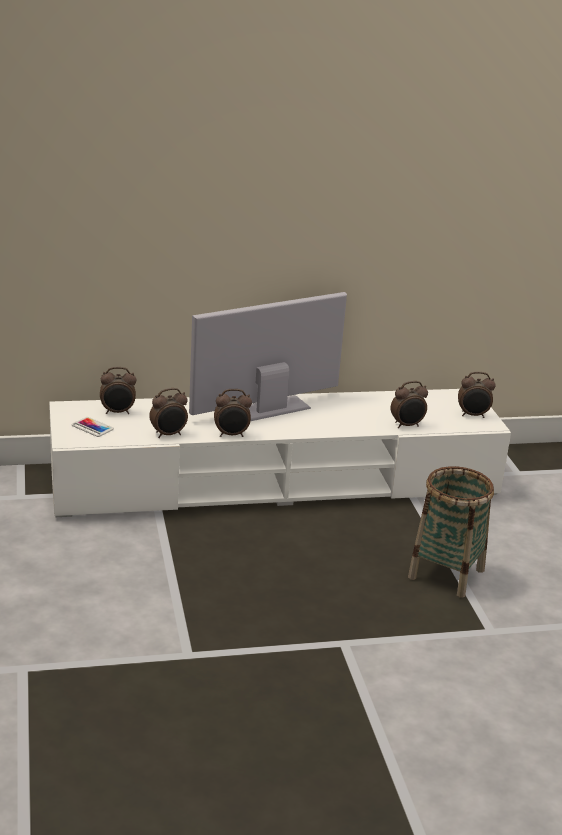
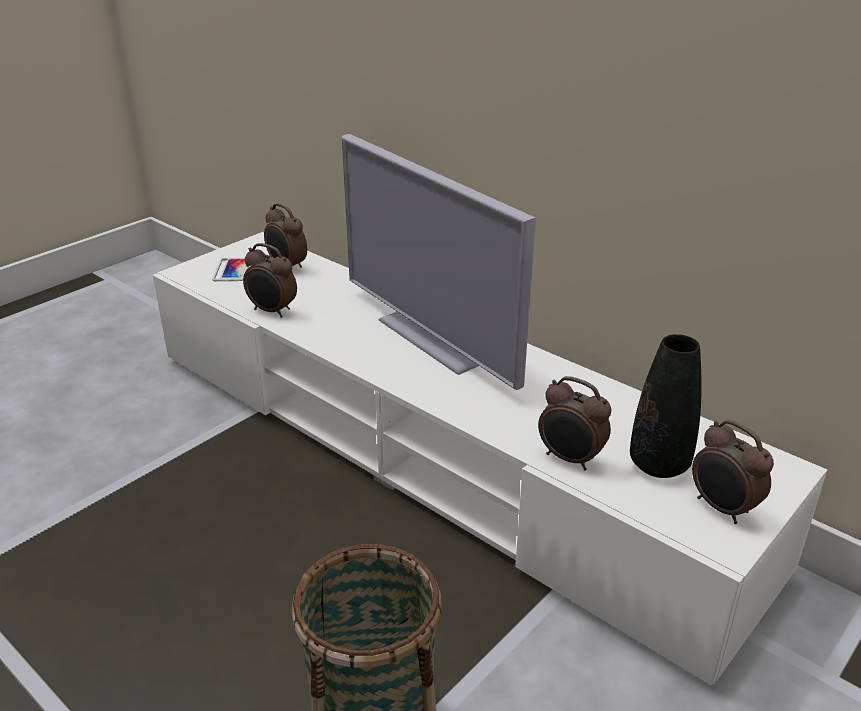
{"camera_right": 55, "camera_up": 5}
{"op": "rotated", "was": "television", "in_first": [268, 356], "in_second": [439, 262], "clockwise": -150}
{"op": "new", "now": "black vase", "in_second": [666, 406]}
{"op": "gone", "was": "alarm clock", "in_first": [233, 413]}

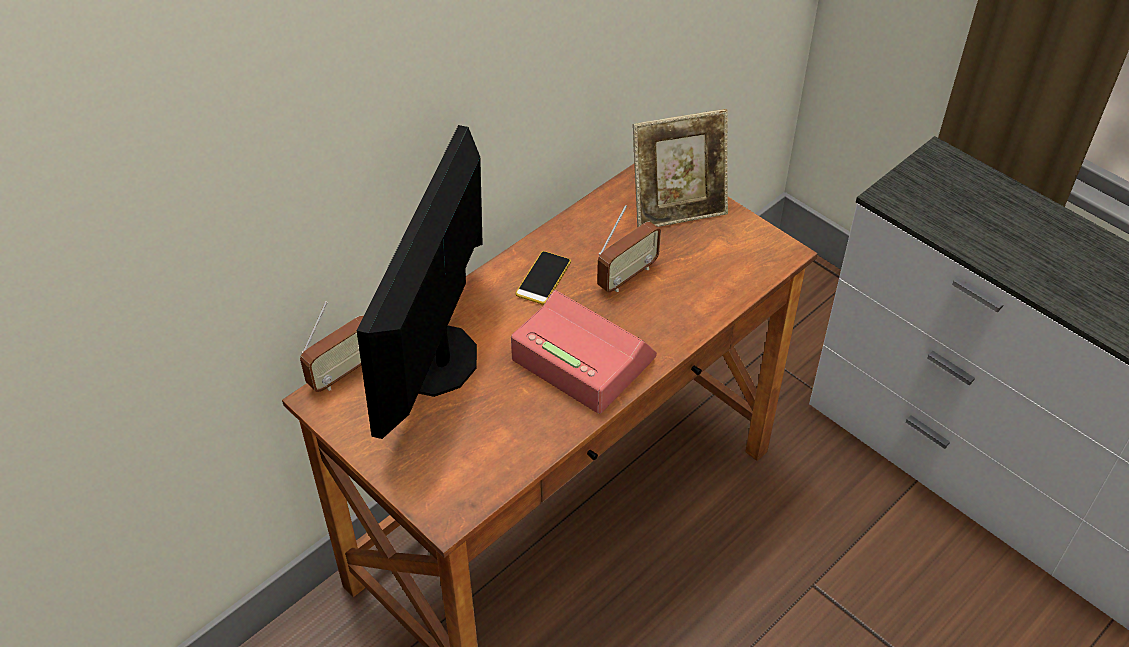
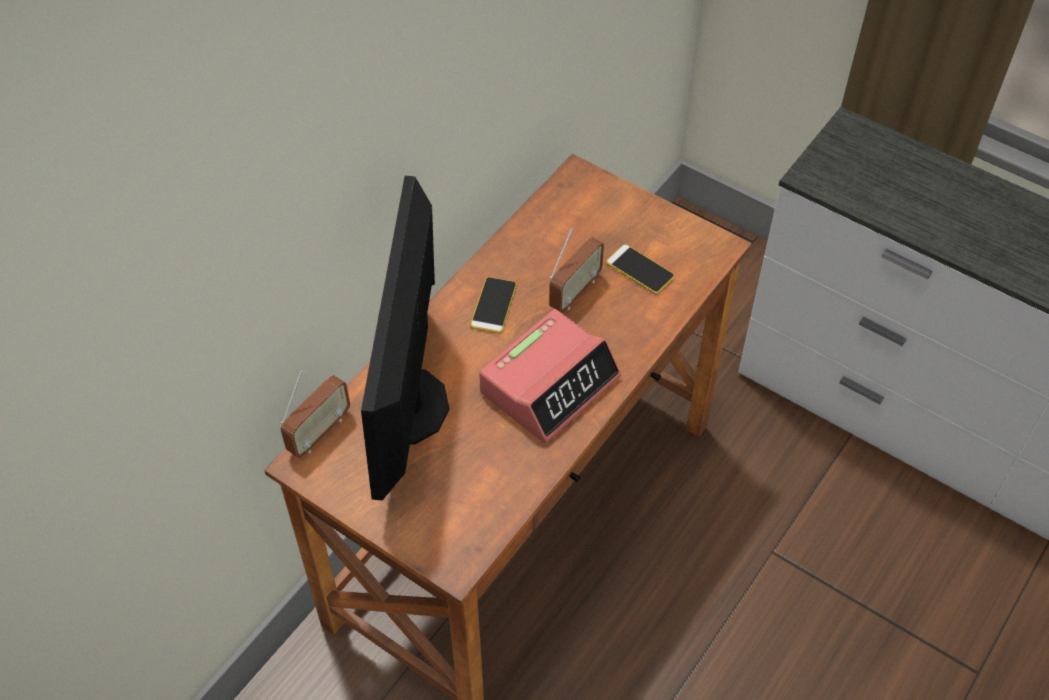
{"camera_right": -10, "camera_up": 5}
{"op": "rotated", "was": "alarm clock", "in_first": [584, 351], "in_second": [550, 376], "clockwise": 105}
{"op": "new", "now": "telephone", "in_second": [640, 269]}
{"op": "gone", "was": "photo frame", "in_first": [680, 168]}

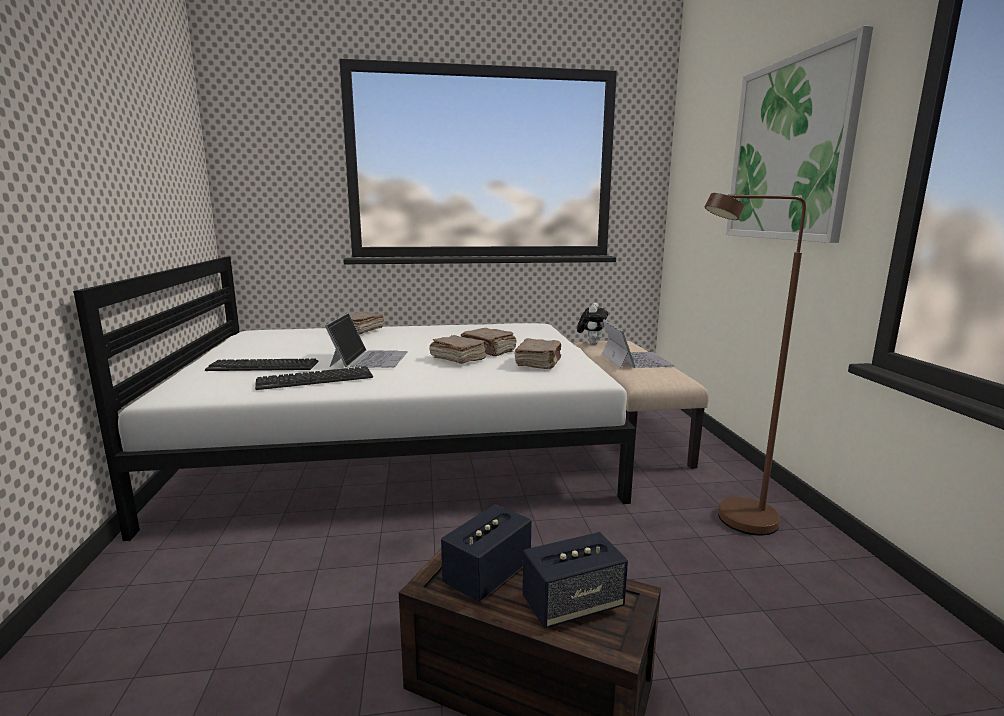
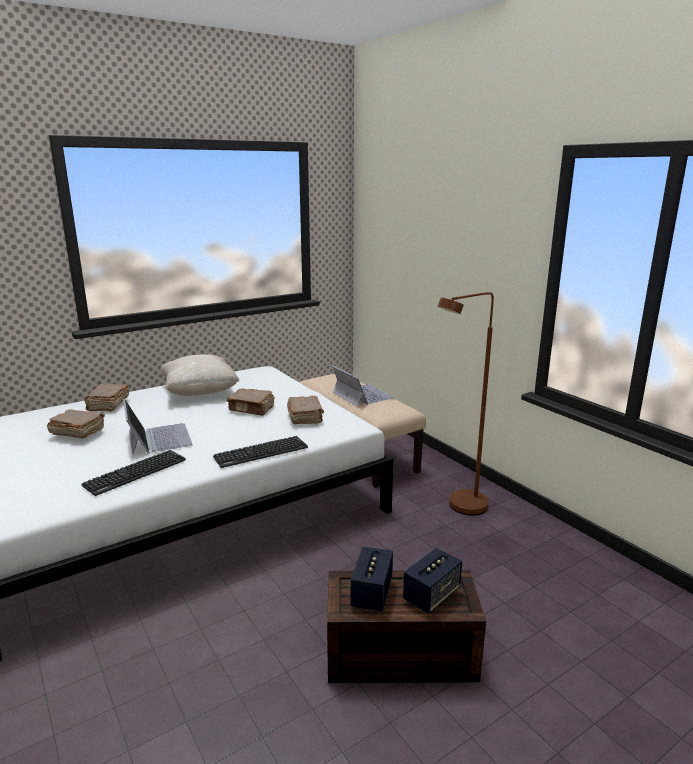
{"camera_right": -25, "camera_up": 5}
{"op": "shifted", "was": "brown-coloured bound book", "in_first": [458, 349], "in_second": [76, 424]}
{"op": "new", "now": "sand-coloured pillow", "in_second": [200, 375]}
{"op": "shifted", "was": "computer keyboard", "in_first": [262, 365], "in_second": [260, 452]}
{"op": "gone", "was": "cuddly toy", "in_first": [592, 324]}
{"op": "gone", "was": "wall art", "in_first": [799, 134]}

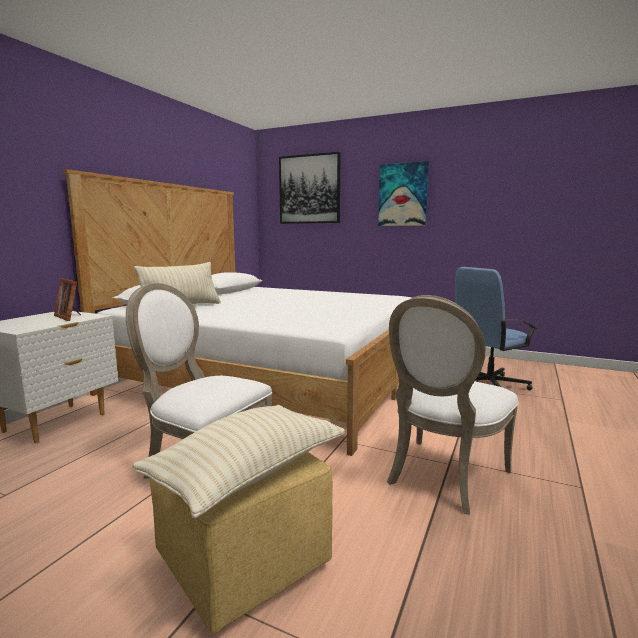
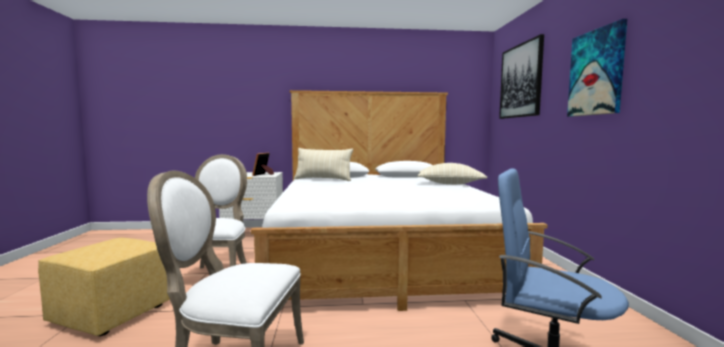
{"camera_right": 60, "camera_up": -5}
{"op": "shifted", "was": "sand-coloured pillow", "in_first": [238, 461], "in_second": [452, 173]}

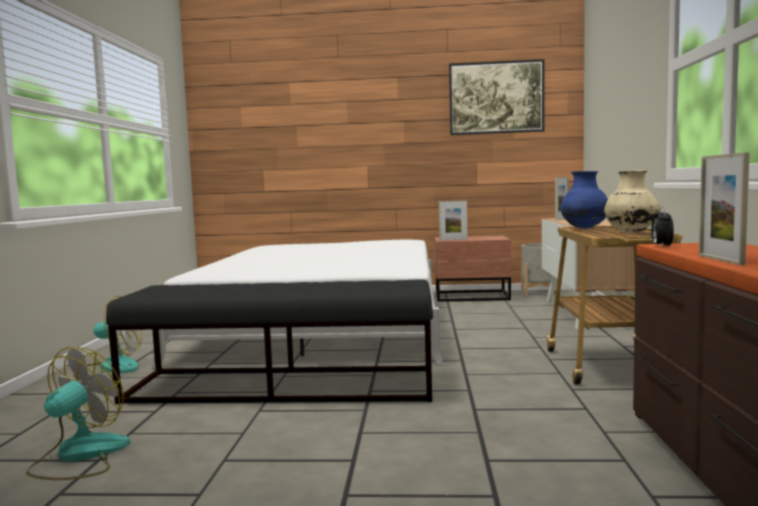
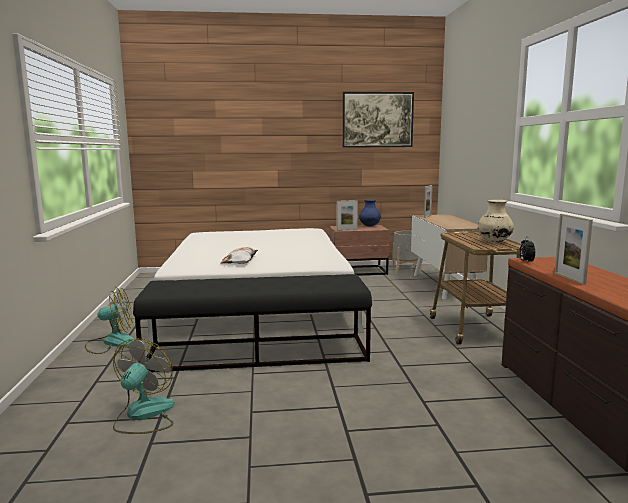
{"camera_right": -10, "camera_up": 5}
{"op": "new", "now": "pillow", "in_second": [239, 255]}
{"op": "shifted", "was": "blue vase", "in_first": [584, 200], "in_second": [370, 213]}

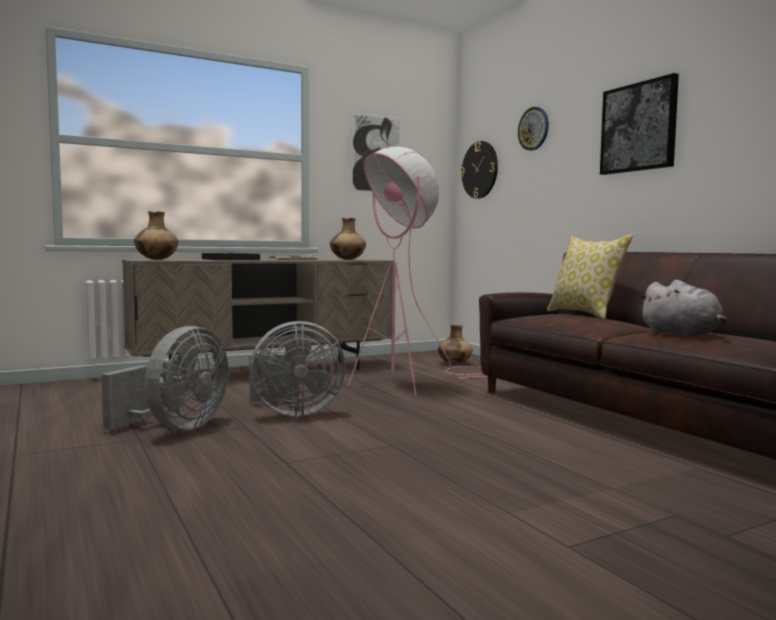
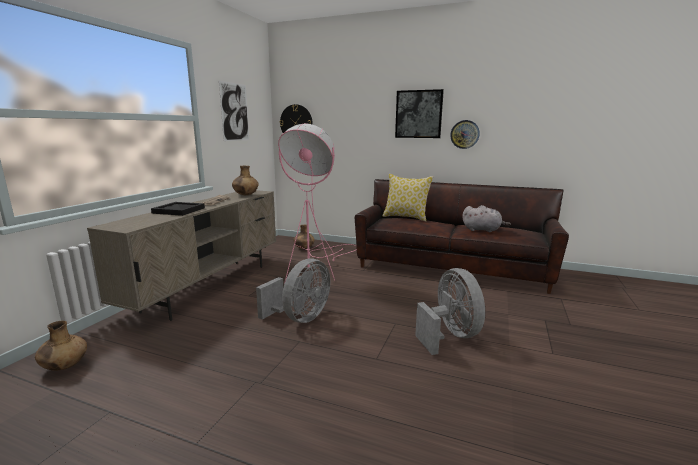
{"camera_right": -40, "camera_up": 10}
{"op": "shifted", "was": "brown-coloured vase", "in_first": [156, 235], "in_second": [61, 346]}
{"op": "shifted", "was": "gray electric fan", "in_first": [165, 378], "in_second": [450, 311]}
{"op": "shifted", "was": "wall clock", "in_first": [533, 129], "in_second": [465, 134]}

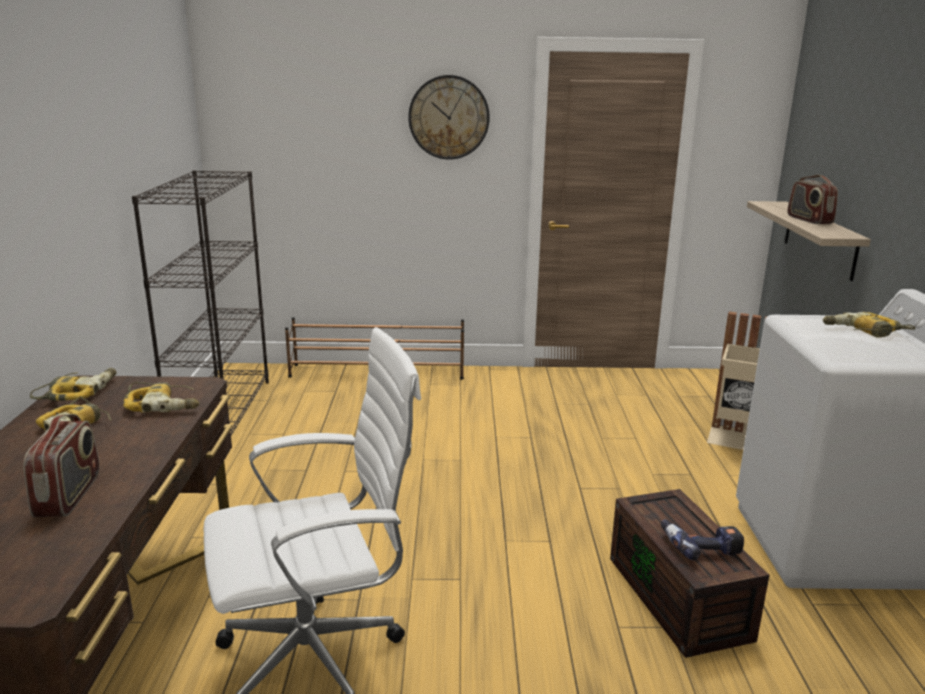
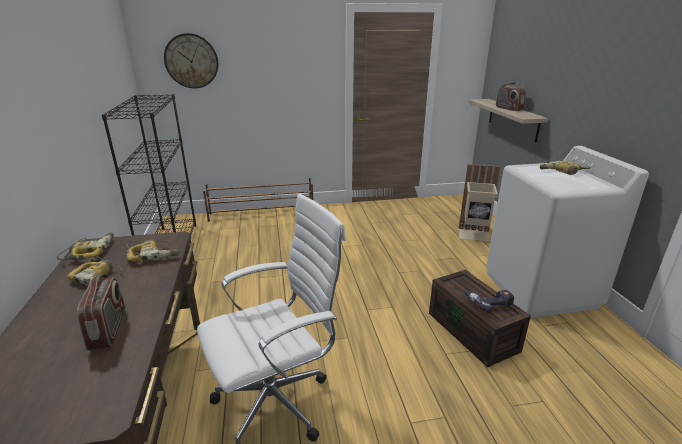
{"camera_right": -10, "camera_up": 5}
{"op": "shifted", "was": "wall clock", "in_first": [449, 117], "in_second": [191, 60]}

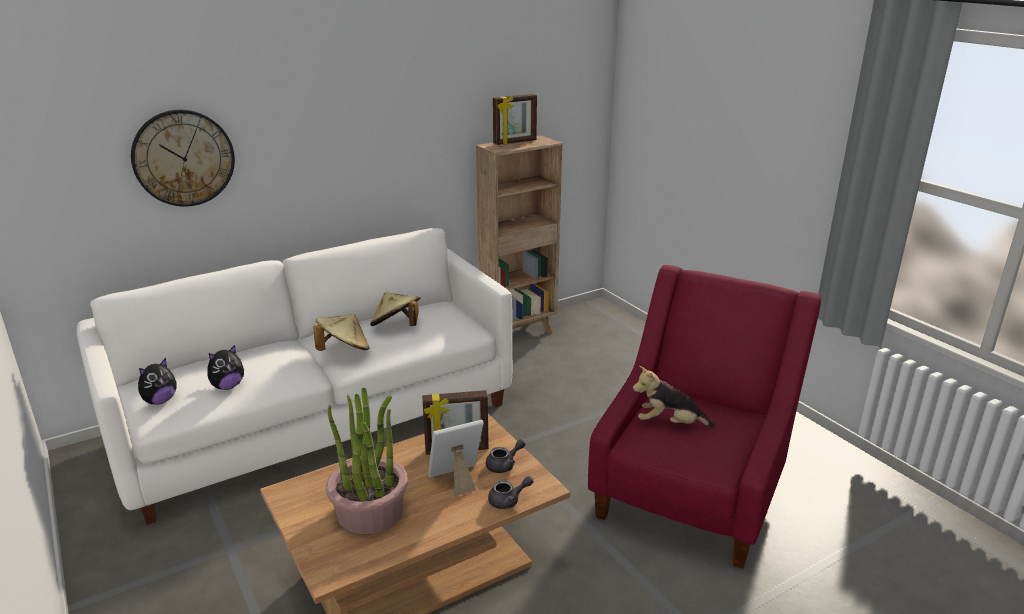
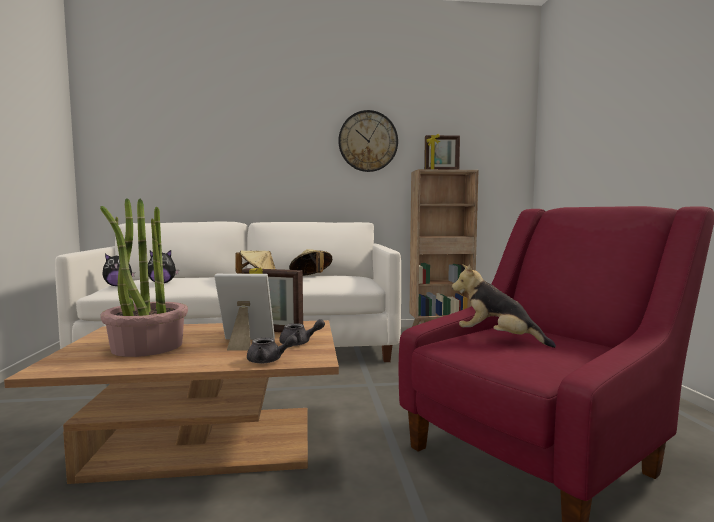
{"camera_right": 25, "camera_up": -20}
{"op": "shifted", "was": "wall clock", "in_first": [183, 158], "in_second": [368, 141]}

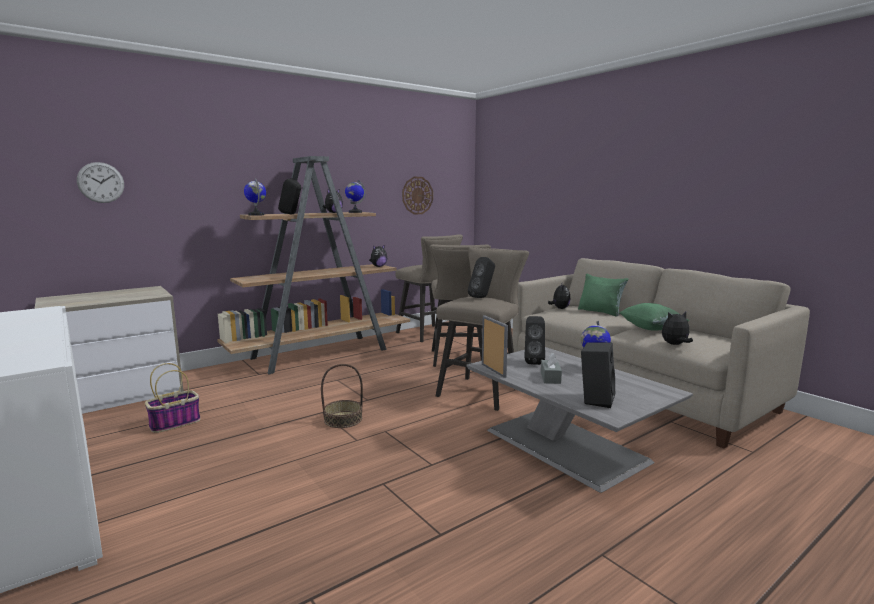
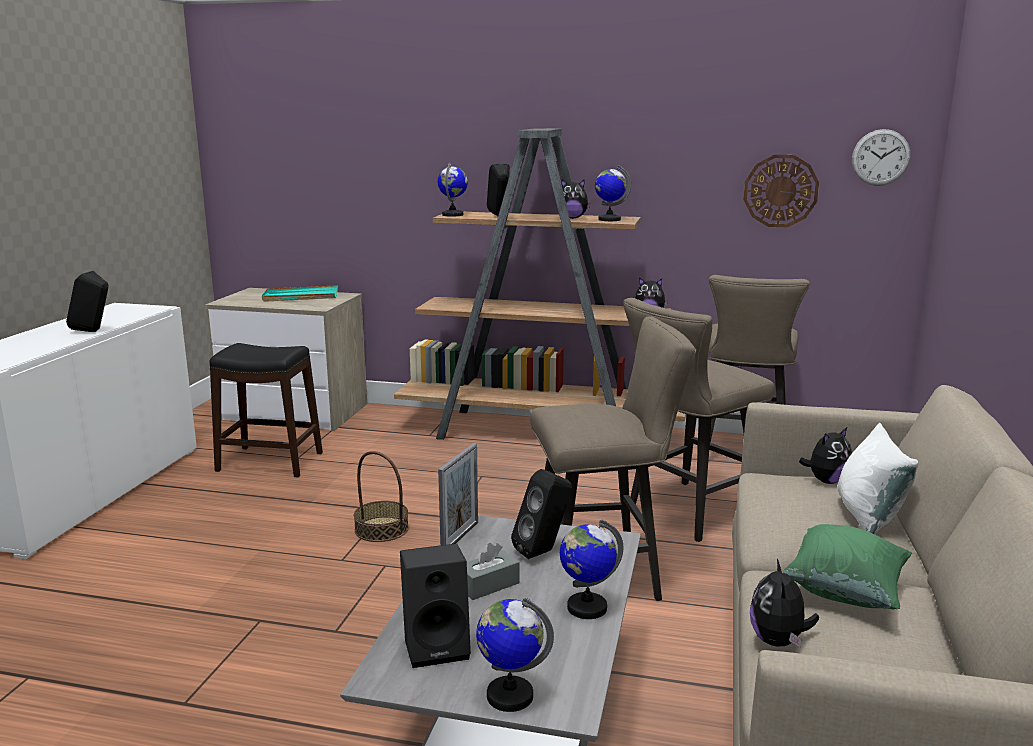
{"camera_right": 50, "camera_up": 5}
{"op": "shifted", "was": "black audio speaker", "in_first": [481, 277], "in_second": [87, 301]}
{"op": "swapped", "was": "storage basket", "now": "black sitting stool", "in_first": [173, 398], "in_second": [266, 410]}
{"op": "new", "now": "turquoise-coloured tray", "in_second": [300, 293]}
{"op": "new", "now": "globe", "in_second": [515, 655]}
{"op": "rotated", "was": "cuddly toy", "in_first": [677, 328], "in_second": [784, 603], "clockwise": -120}
{"op": "repainted", "was": "green-coloured pillow", "now": "white pillow", "in_first": [603, 295], "in_second": [877, 478]}
{"op": "shifted", "was": "wall clock", "in_first": [100, 182], "in_second": [881, 157]}

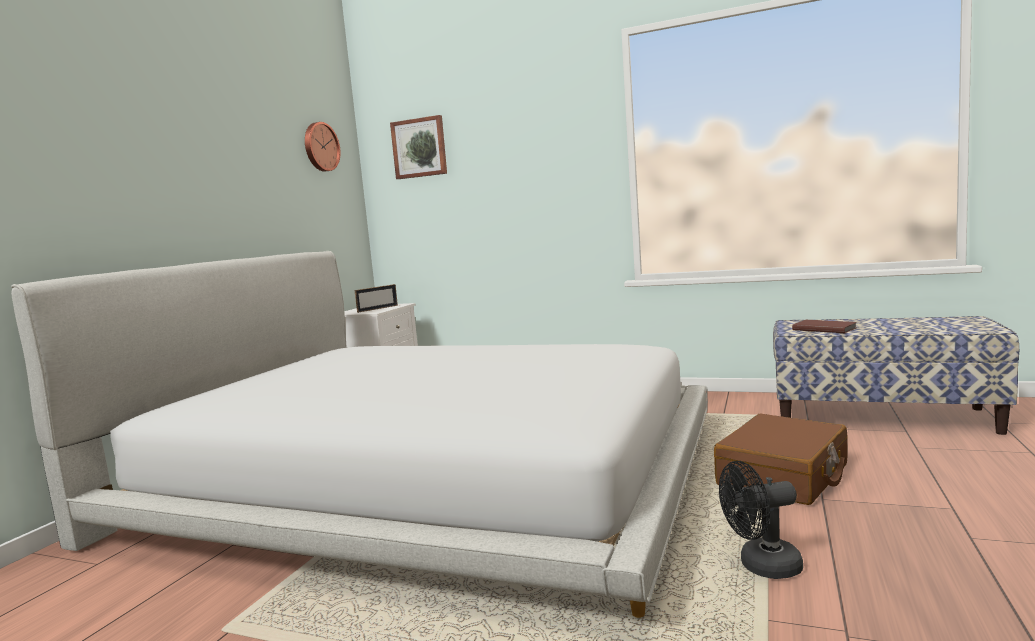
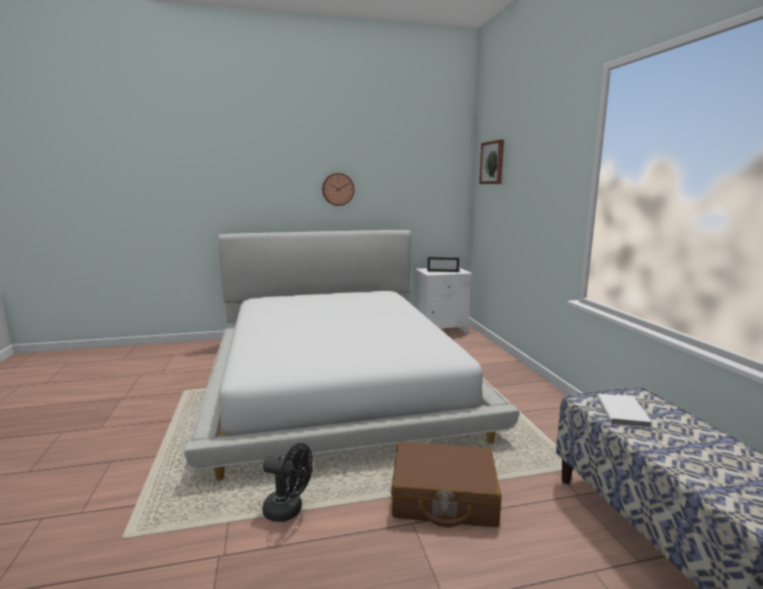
{"camera_right": 55, "camera_up": 5}
{"op": "rotated", "was": "black electric fan", "in_first": [761, 520], "in_second": [287, 482], "clockwise": 150}
{"op": "shifted", "was": "wall clock", "in_first": [323, 147], "in_second": [338, 189]}
{"op": "repainted", "was": "brown-coloured bound book", "now": "white bound book", "in_first": [824, 326], "in_second": [624, 411]}

